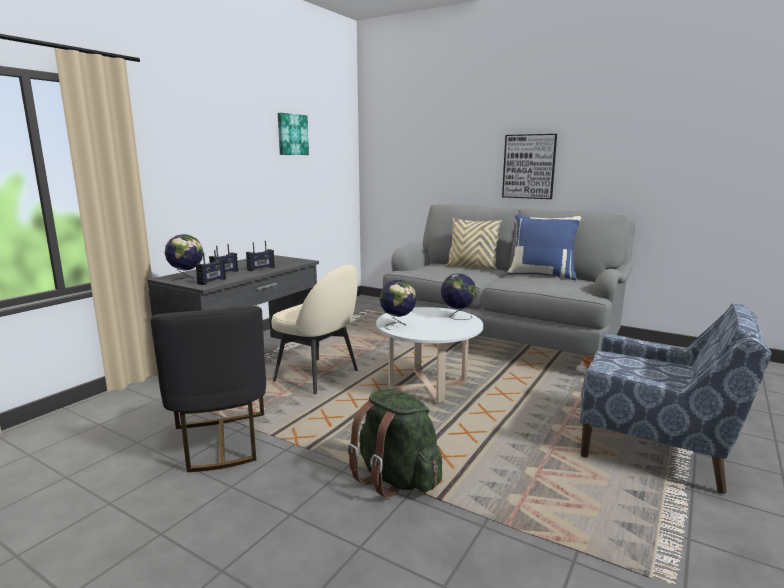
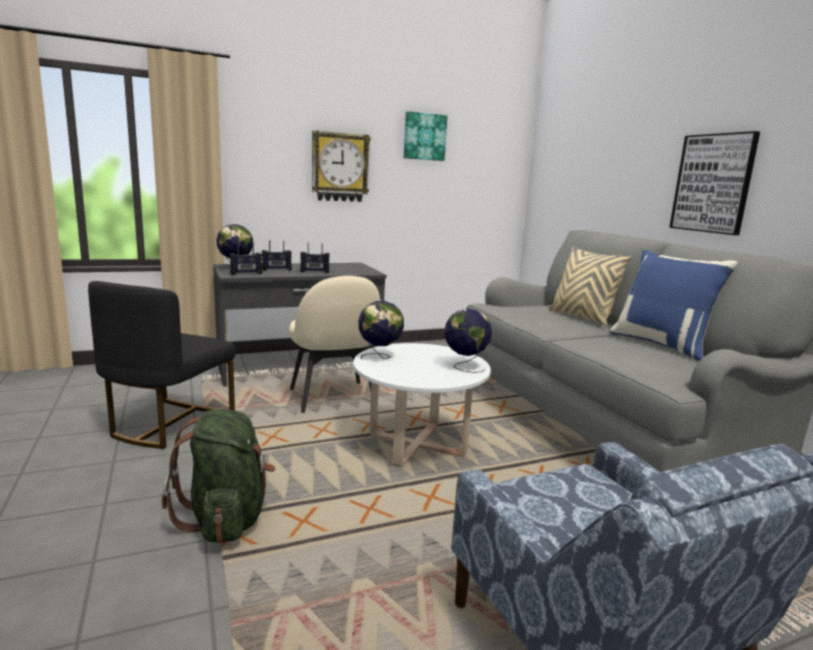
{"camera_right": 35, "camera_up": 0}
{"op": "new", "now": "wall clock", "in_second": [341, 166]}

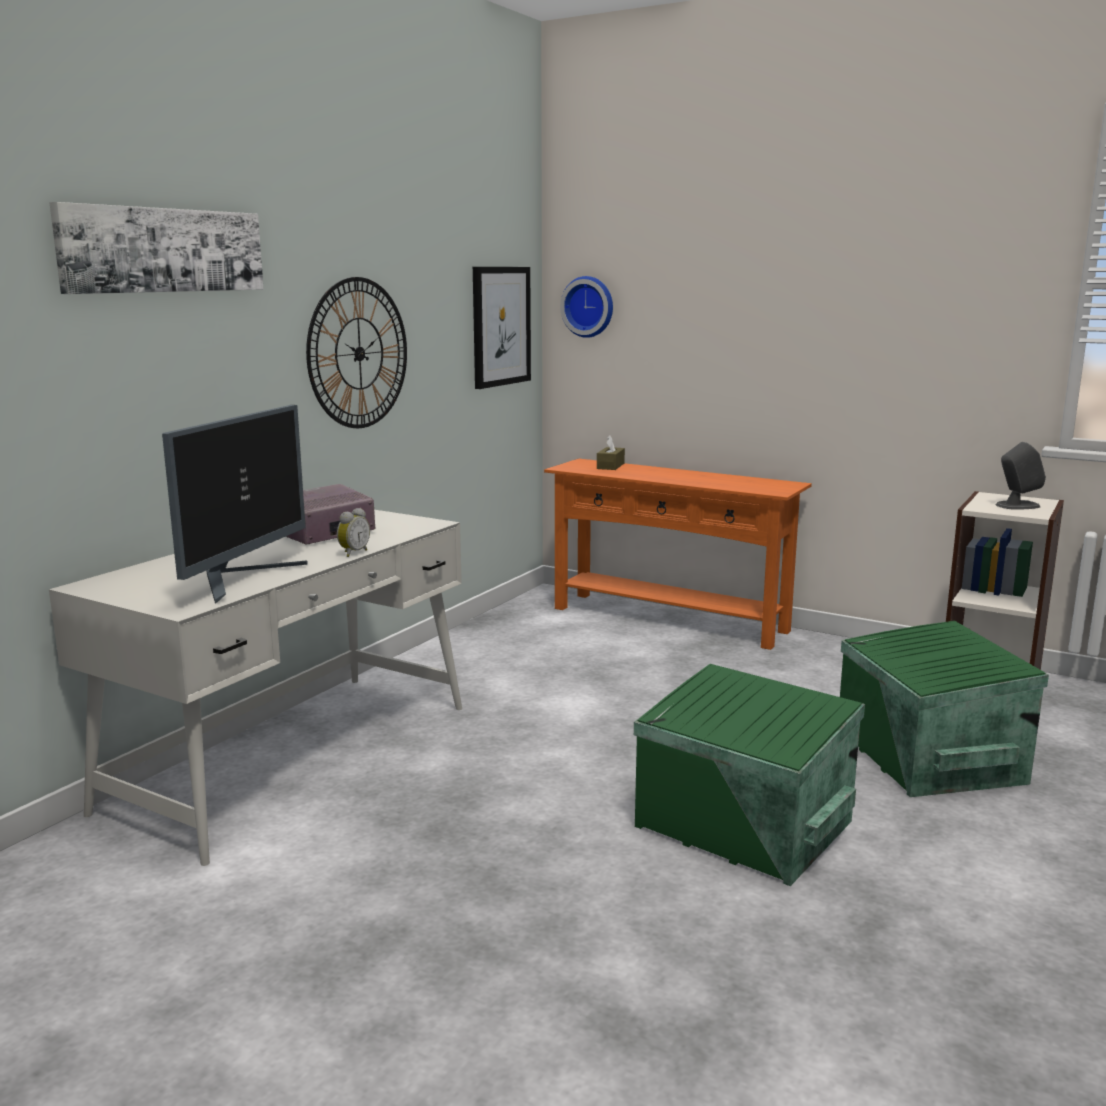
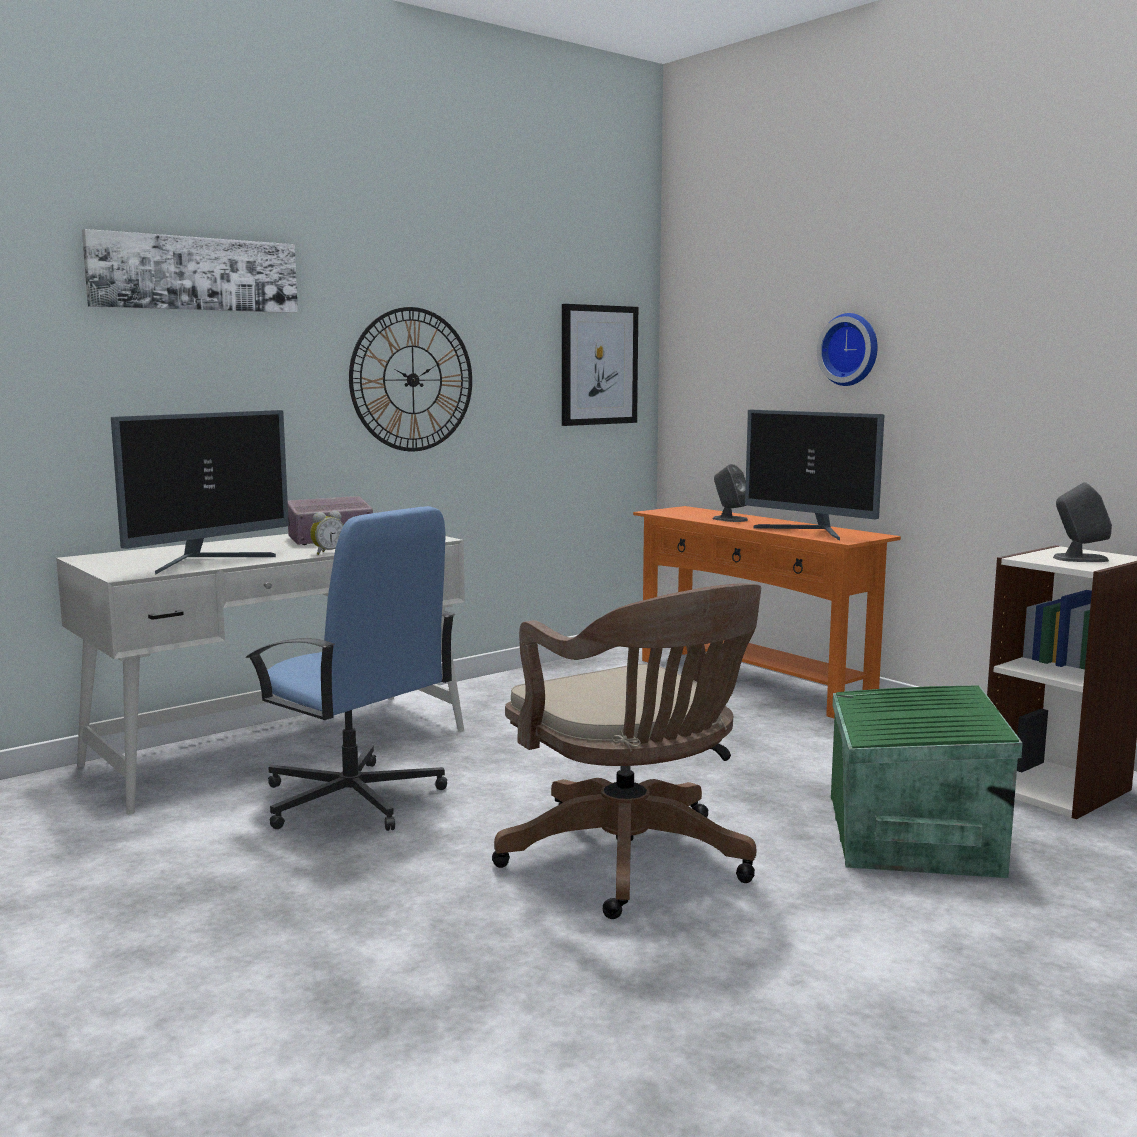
{"camera_right": 20, "camera_up": -5}
{"op": "new", "now": "blue computer chair", "in_second": [350, 668]}
{"op": "swapped", "was": "green-coloured storage bin", "now": "brown-coloured computer chair", "in_first": [749, 775], "in_second": [626, 751]}
{"op": "new", "now": "gray audio speaker", "in_second": [730, 493]}
{"op": "new", "now": "monitor", "in_second": [814, 475]}
{"op": "shifted", "was": "wall clock", "in_first": [586, 307], "in_second": [847, 349]}
{"op": "gone", "was": "brown-coloured tissue box", "in_first": [611, 452]}

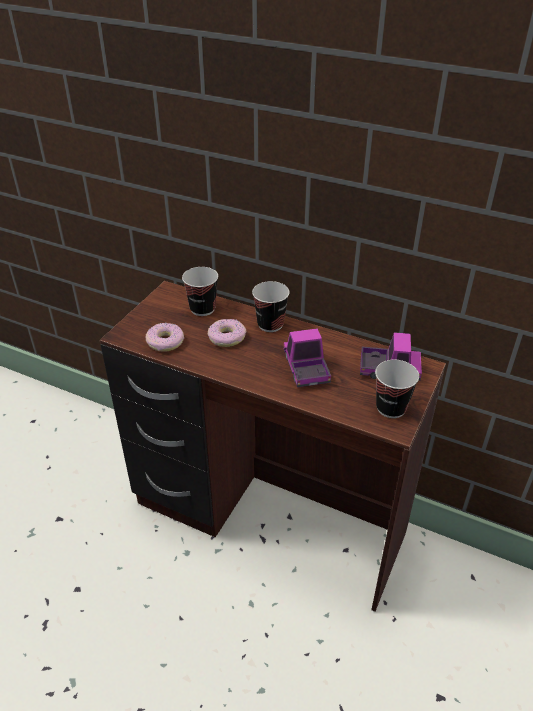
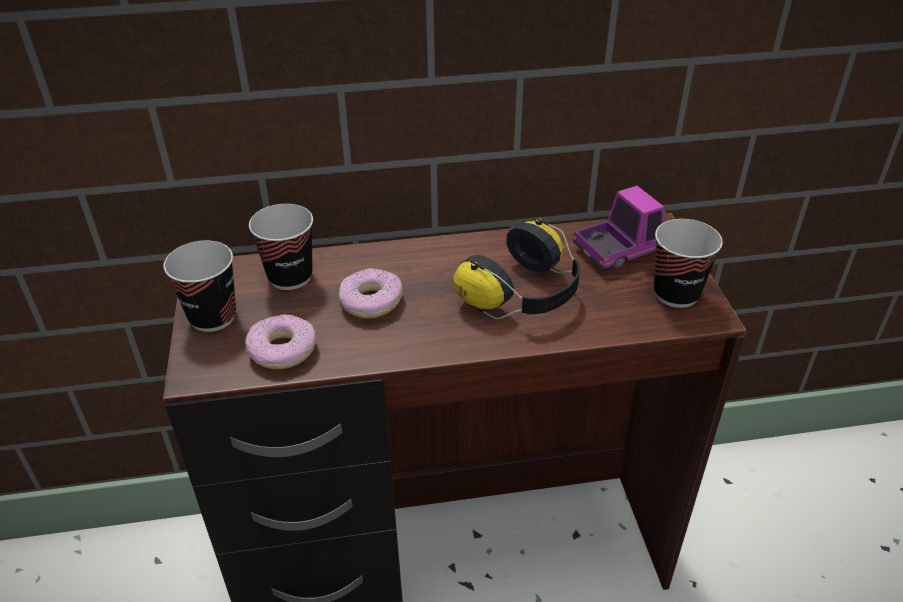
{"camera_right": -35, "camera_up": 0}
{"op": "shifted", "was": "small cup", "in_first": [271, 306], "in_second": [200, 286]}
{"op": "swapped", "was": "toy truck", "now": "headset", "in_first": [307, 357], "in_second": [516, 268]}

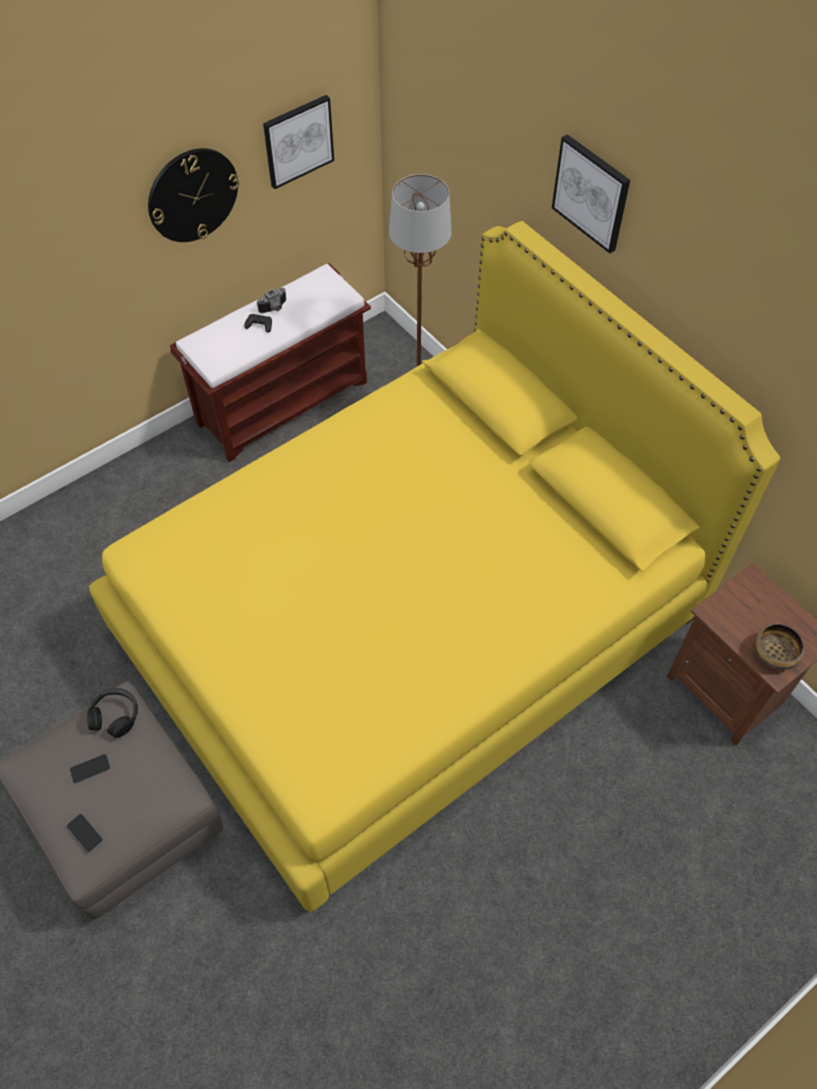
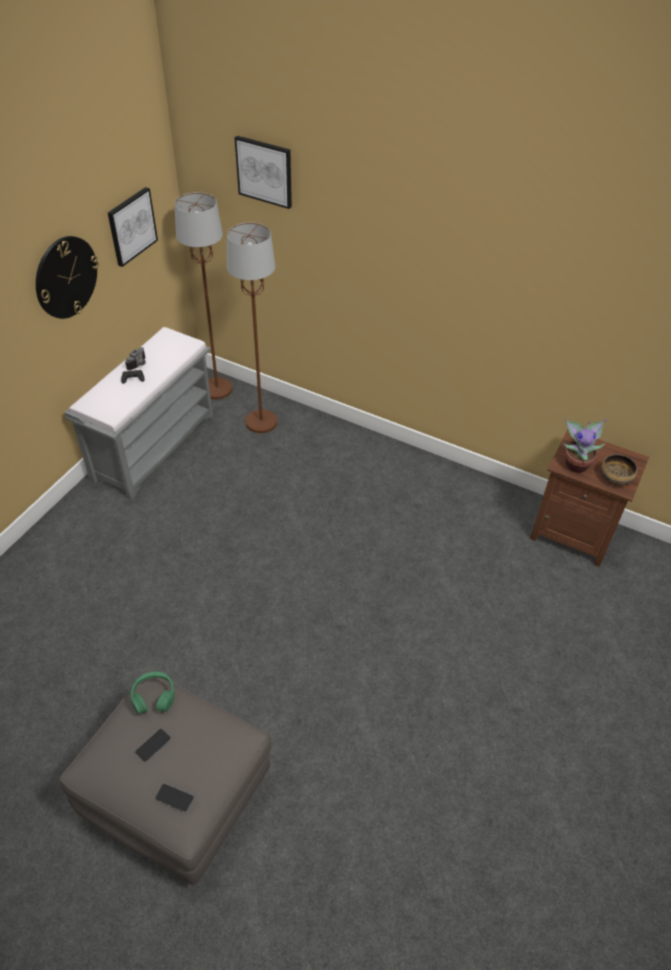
{"camera_right": -25, "camera_up": -10}
{"op": "repainted", "was": "brown-coloured indoor bench", "now": "gray indoor bench", "in_first": [270, 362], "in_second": [138, 413]}
{"op": "repainted", "was": "black headset", "now": "green-coloured headset", "in_first": [112, 713], "in_second": [152, 692]}
{"op": "new", "now": "brown-coloured floor lamp", "in_second": [204, 295]}
{"op": "shifted", "was": "wall art", "in_first": [591, 193], "in_second": [263, 172]}
{"op": "new", "now": "houseplant", "in_second": [584, 445]}
{"op": "gone", "was": "yellowish bedroom bed", "in_first": [435, 566]}

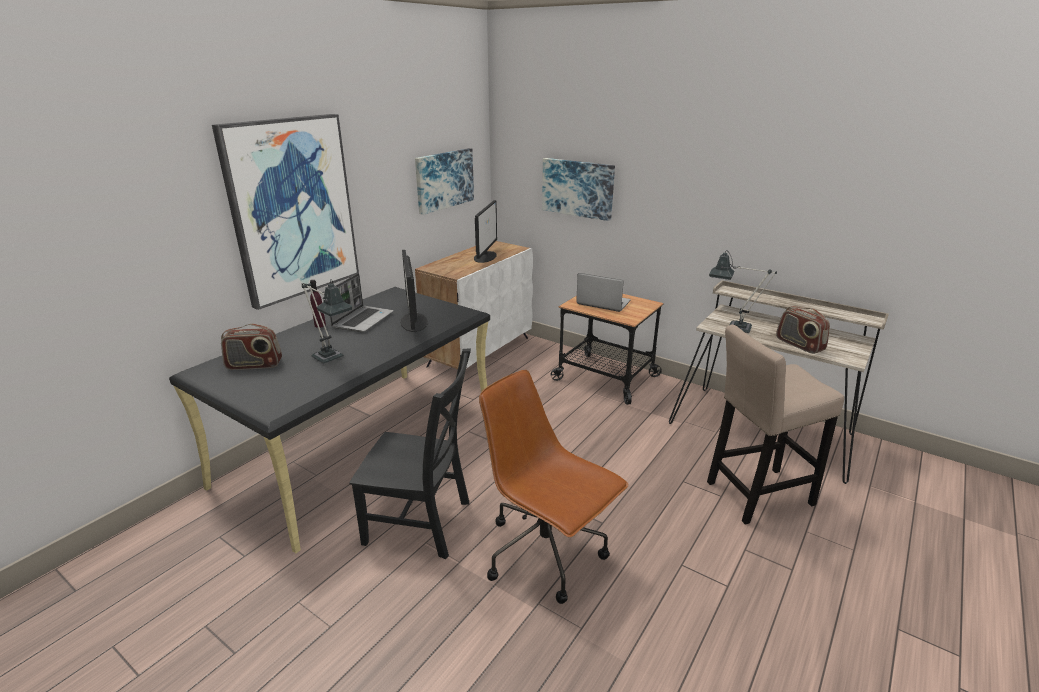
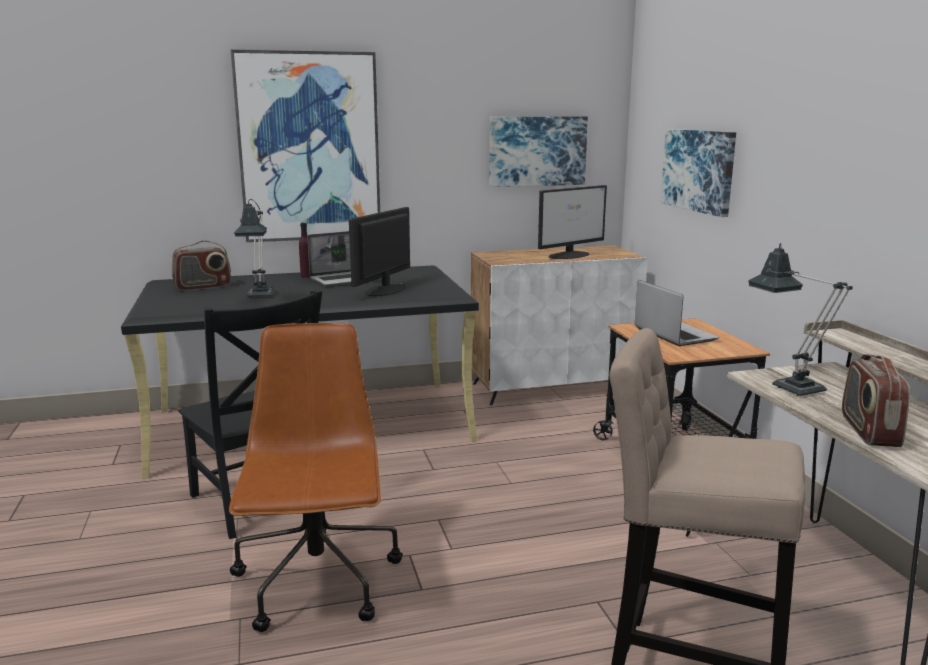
{"camera_right": 40, "camera_up": -10}
{"op": "rotated", "was": "radio", "in_first": [251, 347], "in_second": [201, 265], "clockwise": -60}

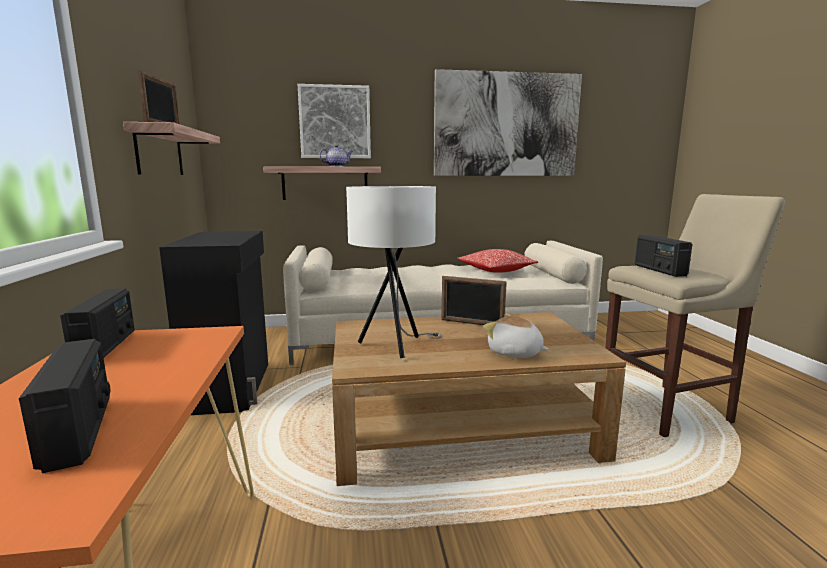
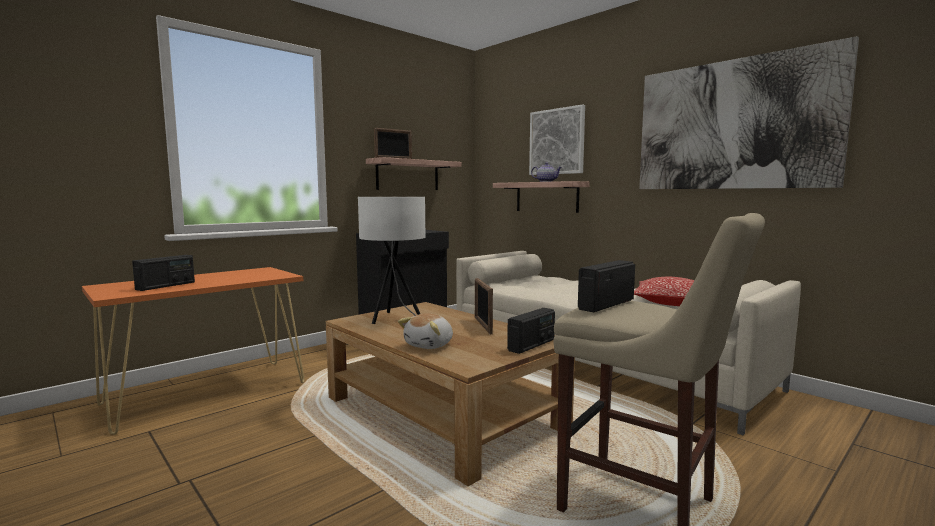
{"camera_right": 55, "camera_up": -5}
{"op": "rotated", "was": "cuddly toy", "in_first": [516, 336], "in_second": [425, 331], "clockwise": -150}
{"op": "shifted", "was": "radio", "in_first": [97, 323], "in_second": [531, 331]}

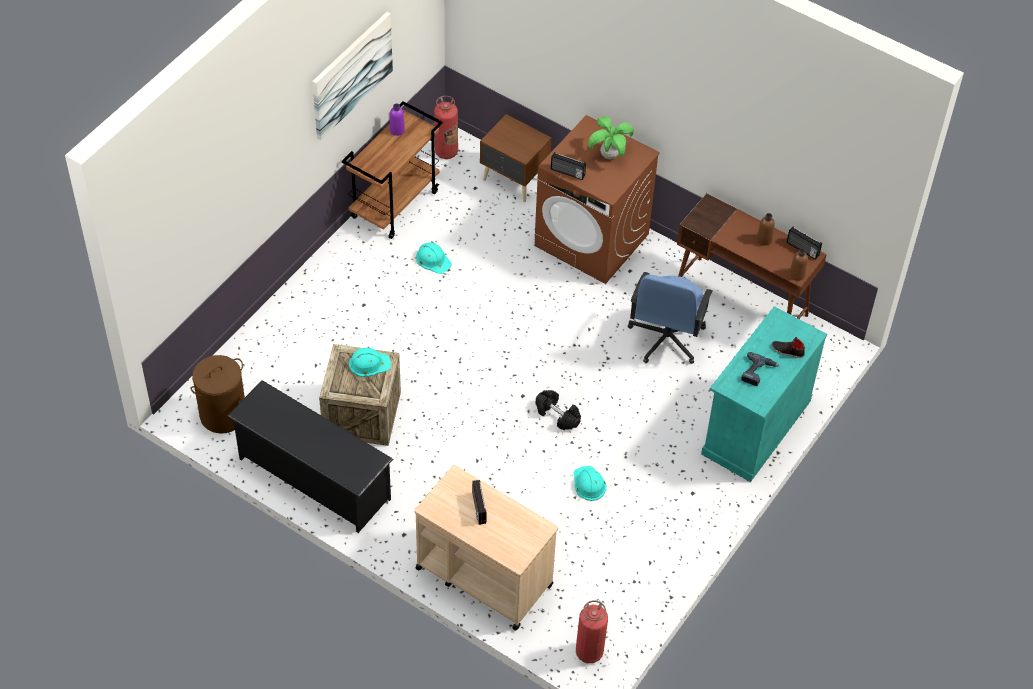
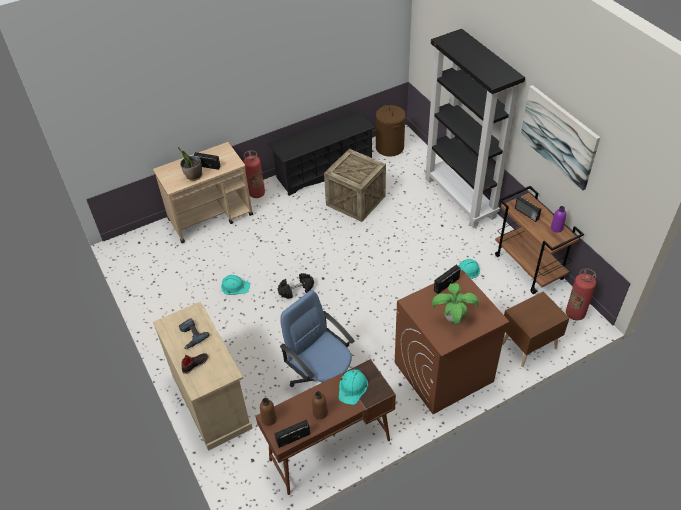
{"camera_right": 120, "camera_up": -5}
{"op": "repainted", "was": "turquoise-coloured cabinet", "now": "sand-coloured cabinet", "in_first": [764, 394], "in_second": [203, 376]}
{"op": "new", "now": "houseplant", "in_second": [190, 164]}
{"op": "shifted", "was": "fire extinguisher", "in_first": [592, 631], "in_second": [254, 174]}
{"op": "shifted", "was": "turquoise-coloured hard hat", "in_first": [370, 362], "in_second": [353, 387]}
{"op": "new", "now": "black bookcase", "in_second": [474, 128]}
{"op": "new", "now": "radio", "in_second": [528, 208]}

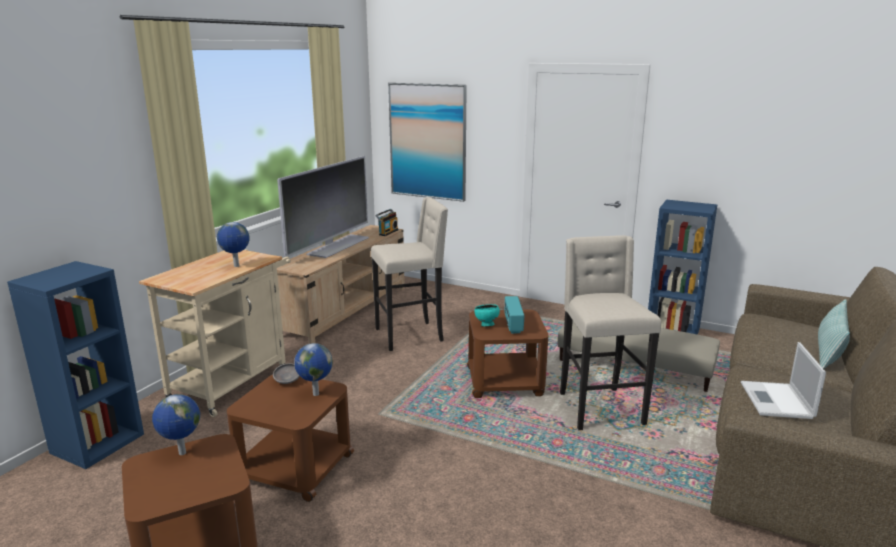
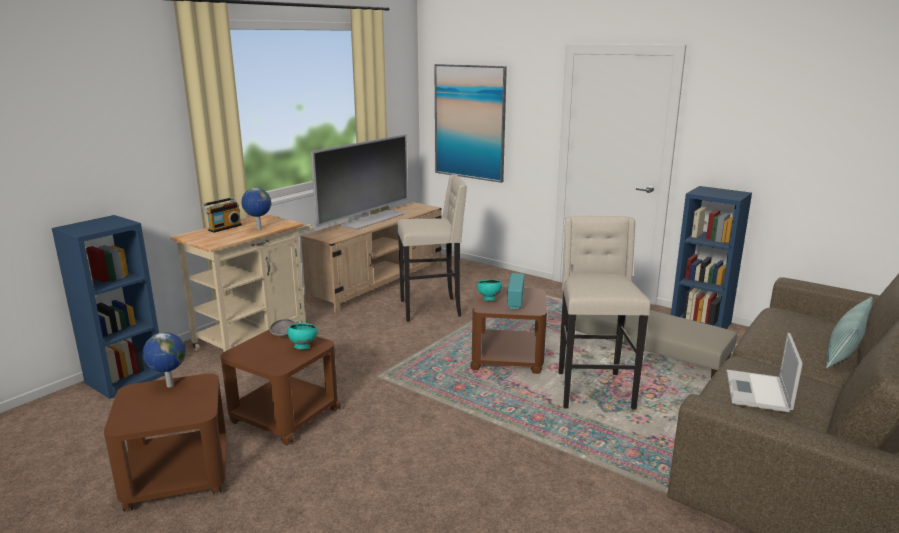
{"camera_right": 10, "camera_up": 0}
{"op": "shifted", "was": "radio", "in_first": [387, 222], "in_second": [222, 215]}
{"op": "swapped", "was": "globe", "now": "turquoise-coloured deep dish", "in_first": [313, 369], "in_second": [302, 336]}

